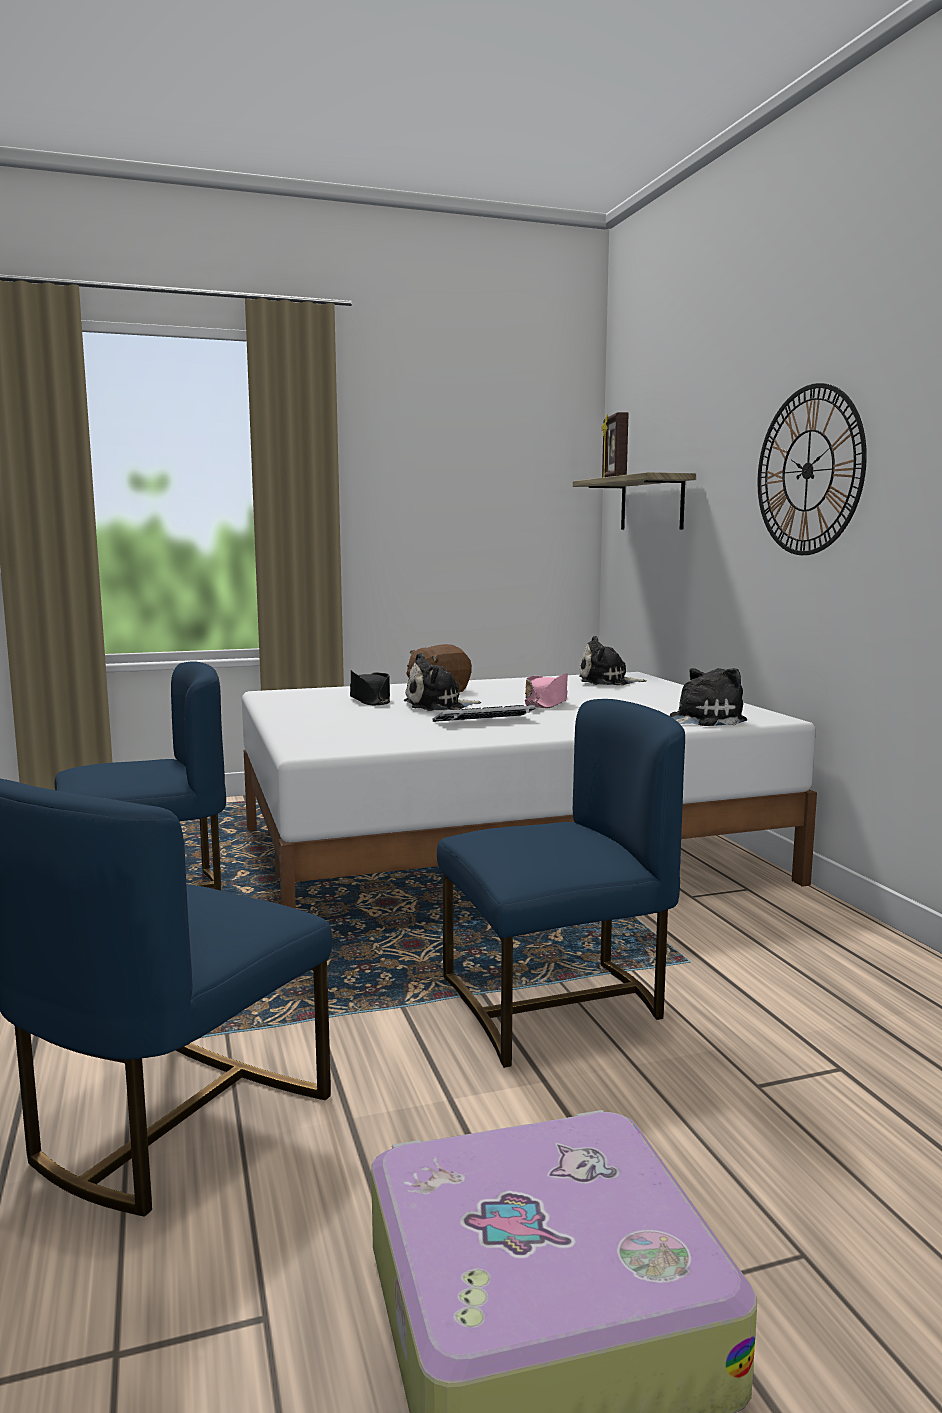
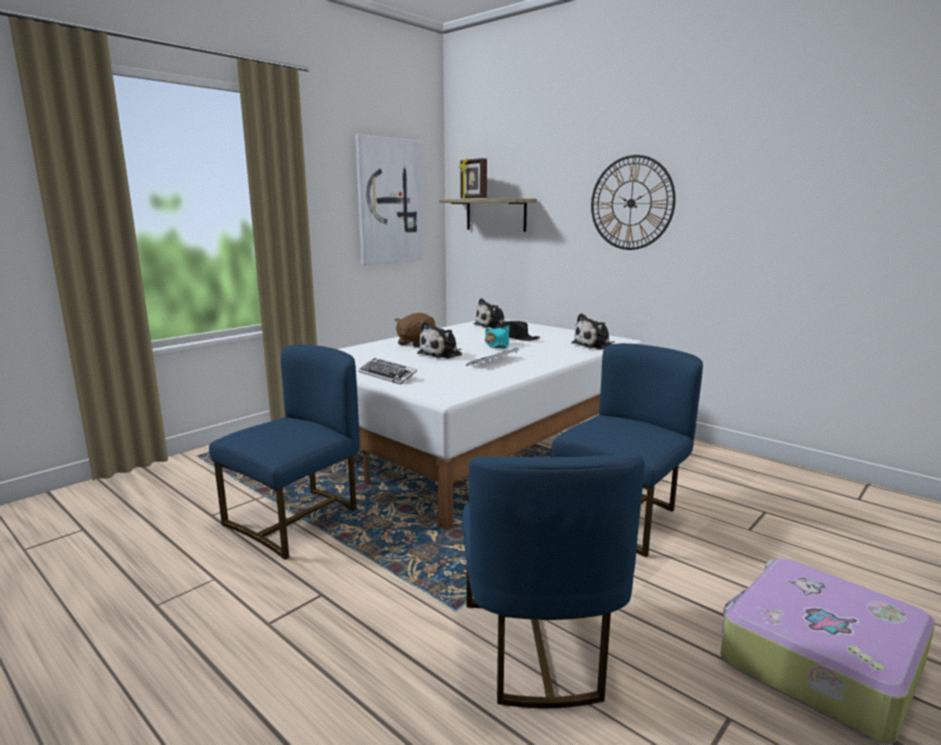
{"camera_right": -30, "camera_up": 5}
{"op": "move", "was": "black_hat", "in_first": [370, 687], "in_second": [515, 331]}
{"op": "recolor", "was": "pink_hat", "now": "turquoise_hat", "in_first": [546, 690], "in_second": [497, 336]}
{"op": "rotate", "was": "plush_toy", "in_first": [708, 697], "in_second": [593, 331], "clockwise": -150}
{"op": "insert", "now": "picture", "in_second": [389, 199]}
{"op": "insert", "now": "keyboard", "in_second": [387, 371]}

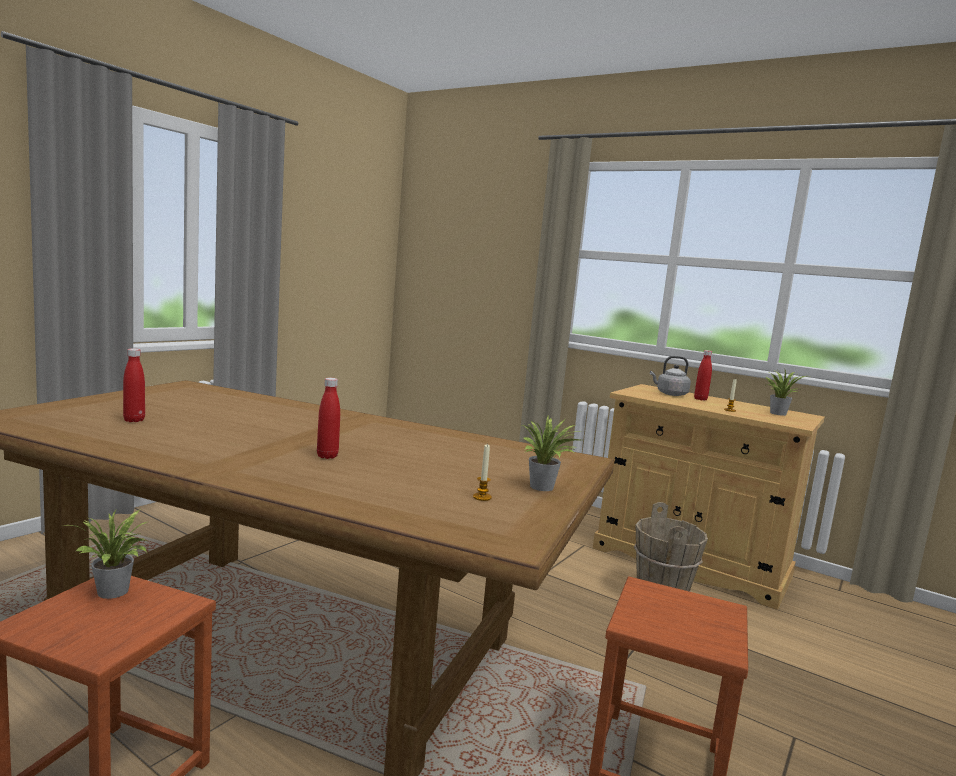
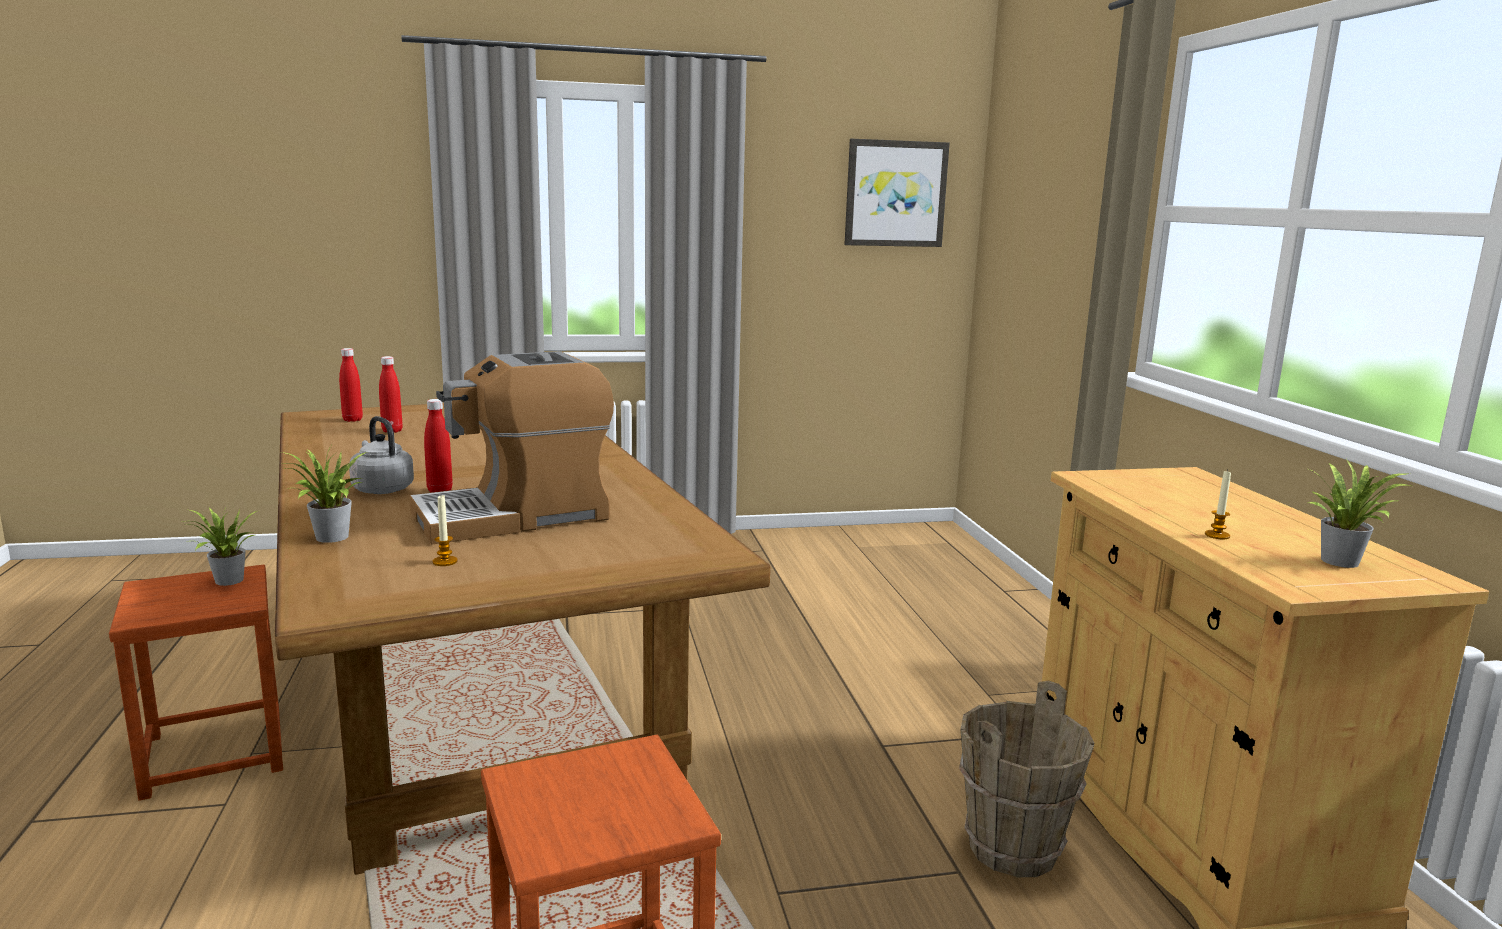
{"camera_right": 45, "camera_up": 5}
{"op": "move", "was": "potted_plant", "in_first": [552, 452], "in_second": [323, 494]}
{"op": "move", "was": "grey_kettle", "in_first": [670, 376], "in_second": [381, 455]}
{"op": "move", "was": "red_bottle", "in_first": [703, 375], "in_second": [351, 385]}
{"op": "insert", "now": "coffee_machine", "in_second": [512, 447]}
{"op": "insert", "now": "picture", "in_second": [897, 193]}

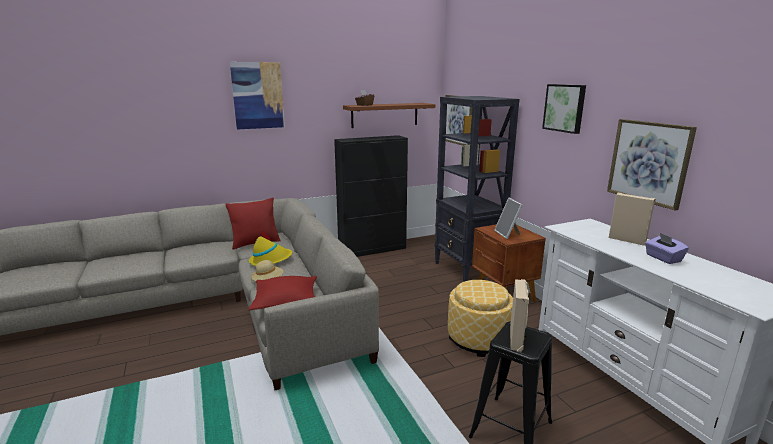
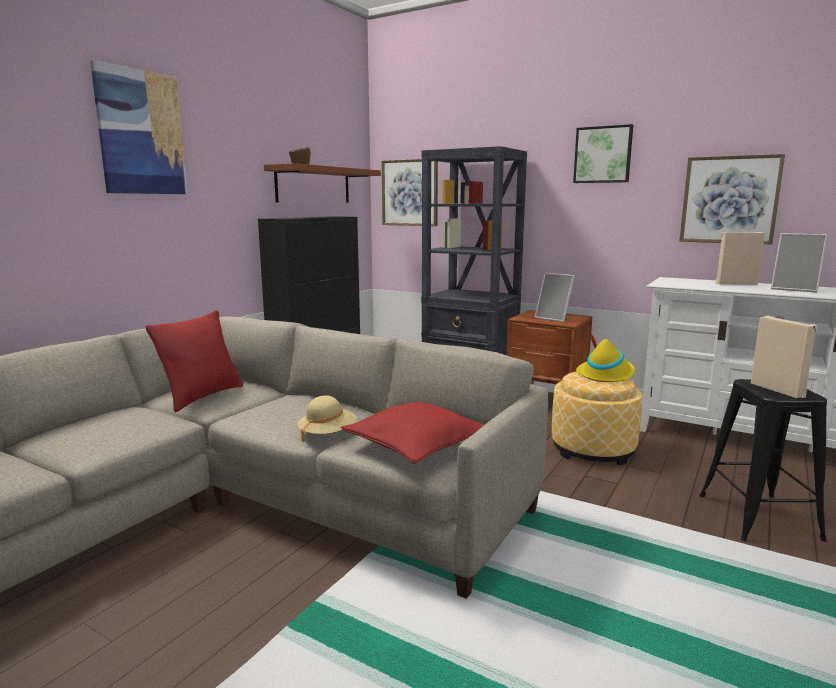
{"camera_right": -35, "camera_up": -5}
{"op": "move", "was": "yellow_hat", "in_first": [270, 248], "in_second": [605, 357]}
{"op": "replace", "was": "purple_tissue_box", "now": "picture_frame", "in_first": [667, 248], "in_second": [799, 263]}

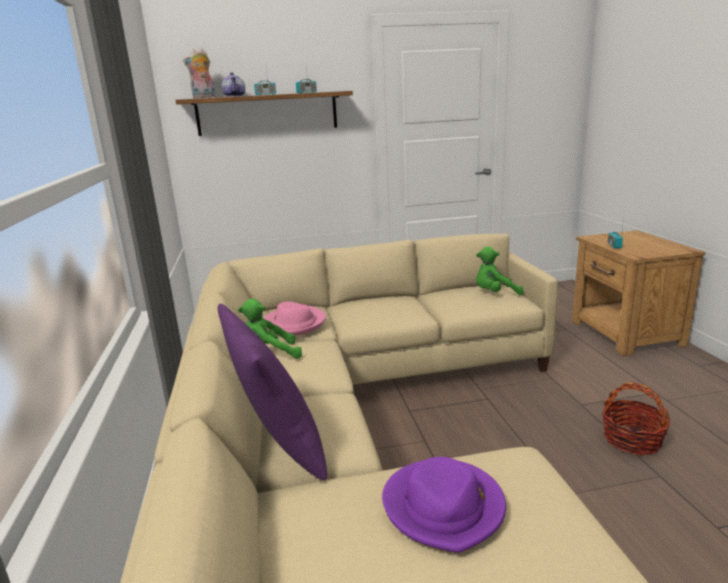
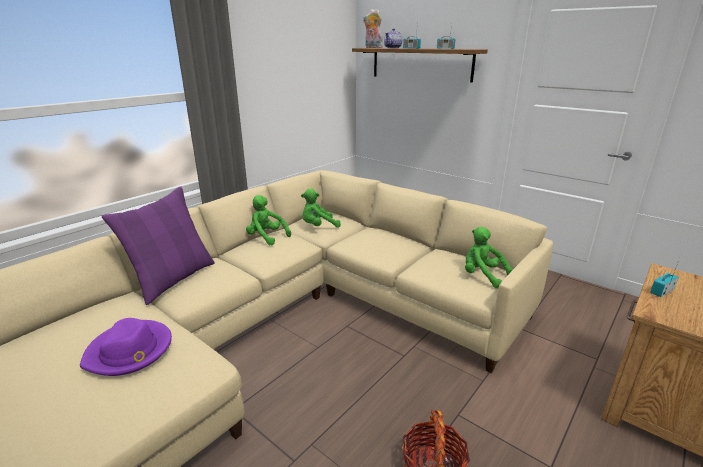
{"camera_right": 50, "camera_up": 5}
{"op": "replace", "was": "pink_hat", "now": "green_plush_toy", "in_first": [295, 318], "in_second": [321, 208]}

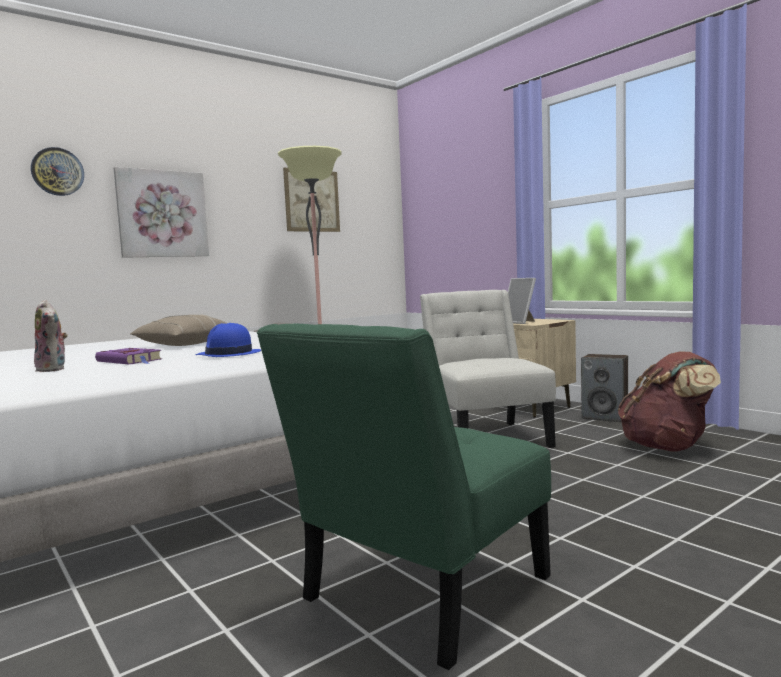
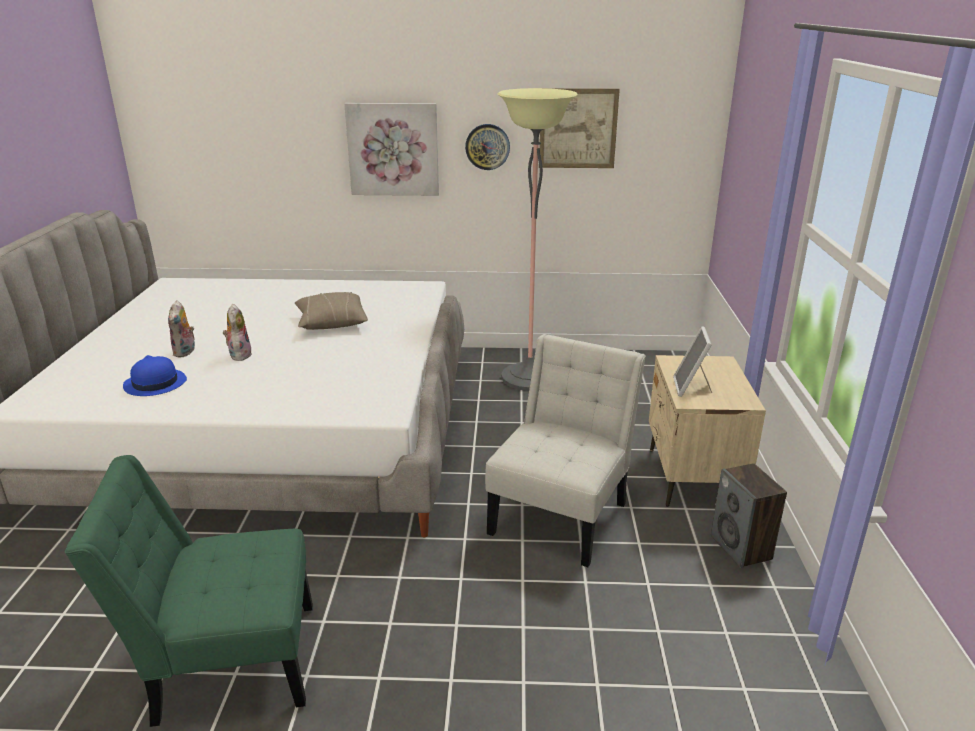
{"camera_right": 40, "camera_up": 20}
{"op": "move", "was": "wall_clock", "in_first": [57, 171], "in_second": [487, 147]}
{"op": "replace", "was": "purple_book", "now": "plush_toy", "in_first": [128, 356], "in_second": [237, 332]}
{"op": "move", "was": "blue_hat", "in_first": [228, 340], "in_second": [155, 375]}
{"op": "delete", "was": "brown_backpack", "in_first": [669, 401]}

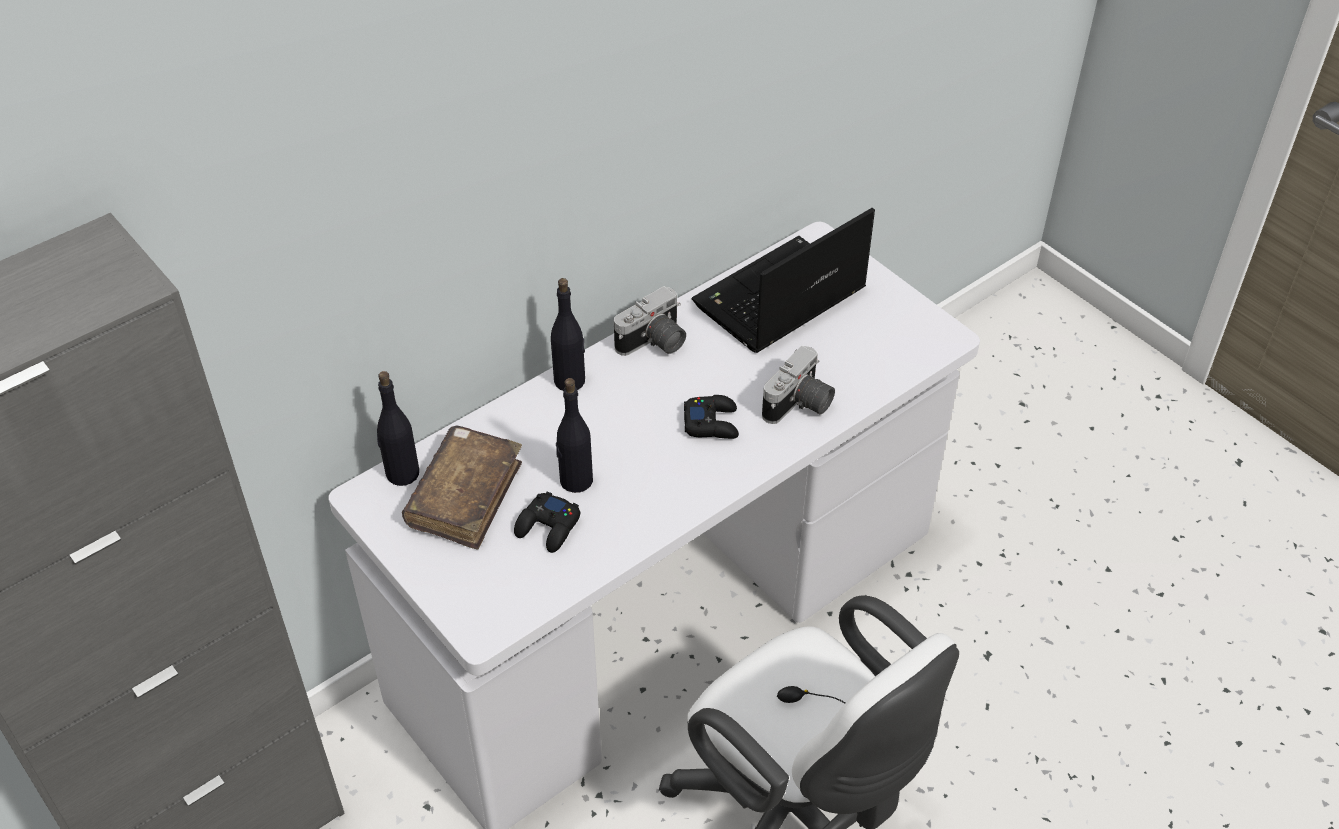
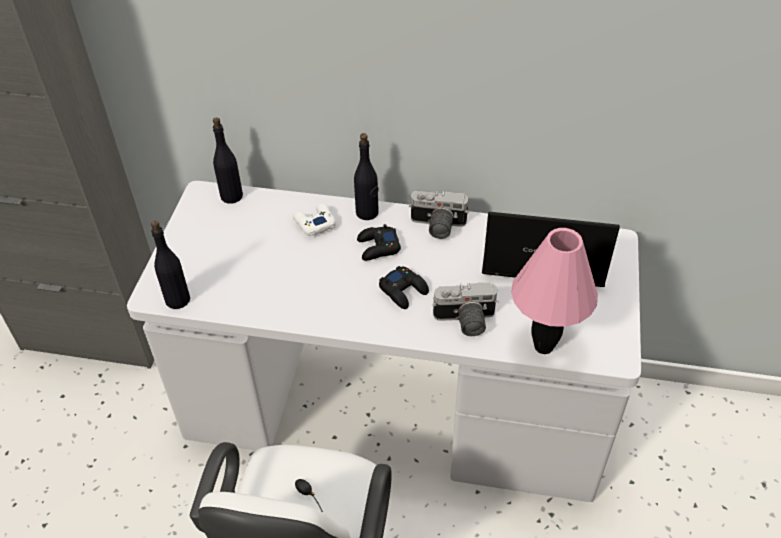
{"camera_right": 50, "camera_up": 0}
{"op": "delete", "was": "brown_book", "in_first": [462, 487]}
{"op": "move", "was": "black_game_controller", "in_first": [547, 522], "in_second": [379, 242]}
{"op": "move", "was": "black_bottle", "in_first": [574, 435], "in_second": [170, 265]}
{"op": "insert", "now": "white_game_controller", "in_second": [314, 219]}
{"op": "insert", "now": "pink_table_lamp", "in_second": [554, 291]}

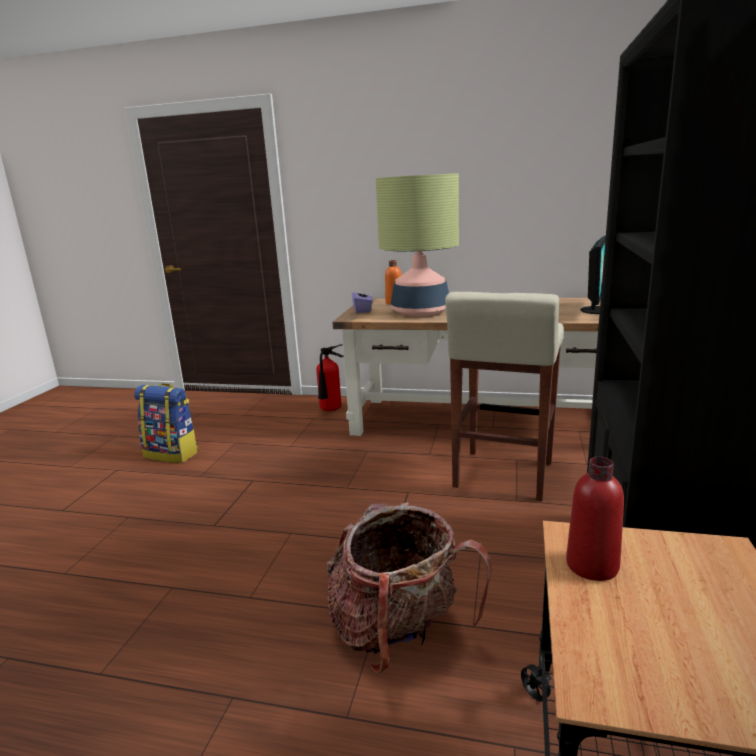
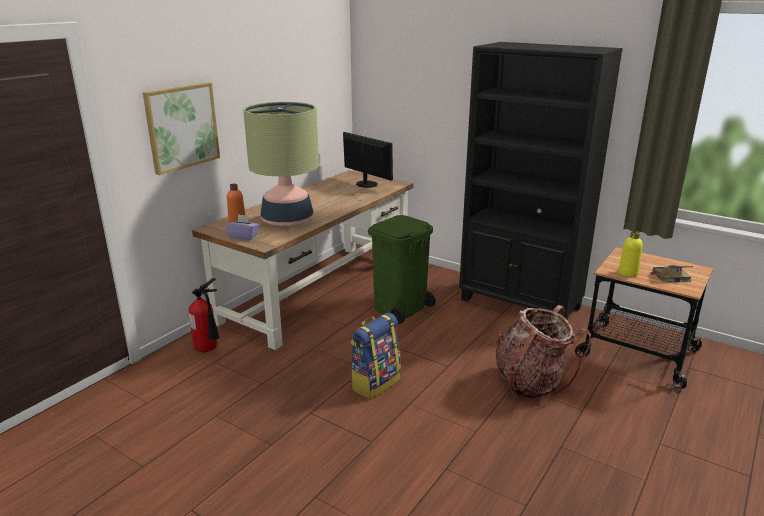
{"camera_right": -70, "camera_up": 5}
{"op": "move", "was": "backpack", "in_first": [166, 423], "in_second": [375, 356]}
{"op": "replace", "was": "beige_stool", "now": "green_trash_can", "in_first": [504, 396], "in_second": [402, 269]}
{"op": "recolor", "was": "red_bottle", "now": "yellow_bottle", "in_first": [595, 519], "in_second": [630, 254]}
{"op": "insert", "now": "picture", "in_second": [181, 129]}
{"op": "insert", "now": "book", "in_second": [672, 274]}

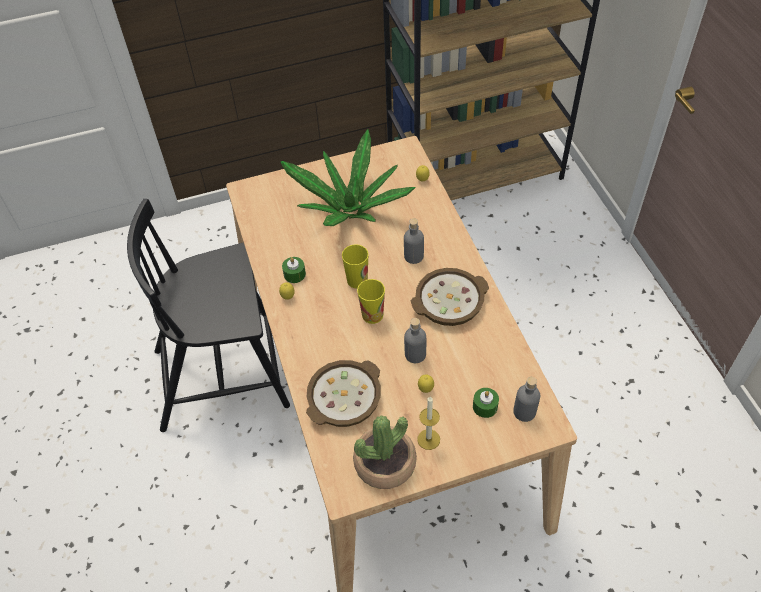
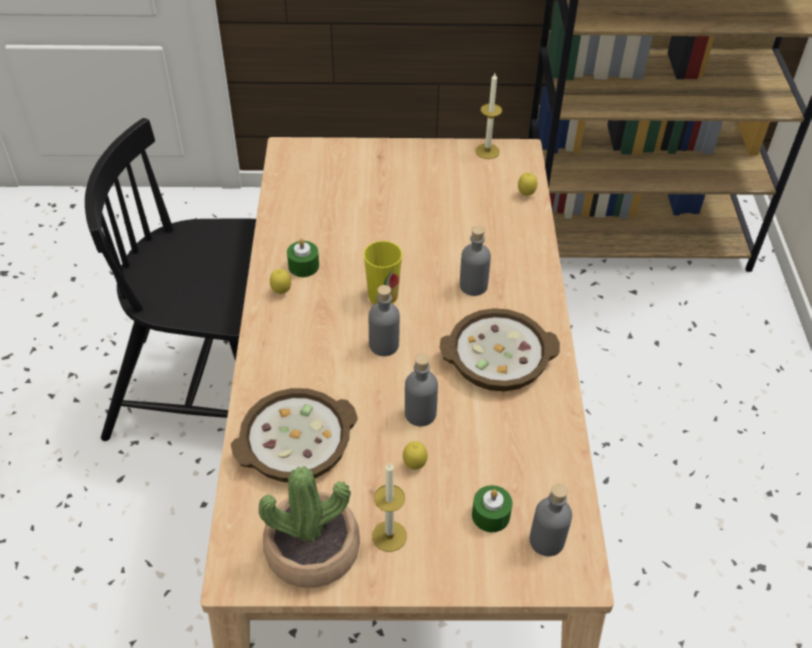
{"camera_right": 15, "camera_up": -5}
{"op": "delete", "was": "potted_plant", "in_first": [348, 177]}
{"op": "replace", "was": "cup", "now": "grey_bottle", "in_first": [371, 301], "in_second": [384, 320]}
{"op": "insert", "now": "candle", "in_second": [488, 116]}

